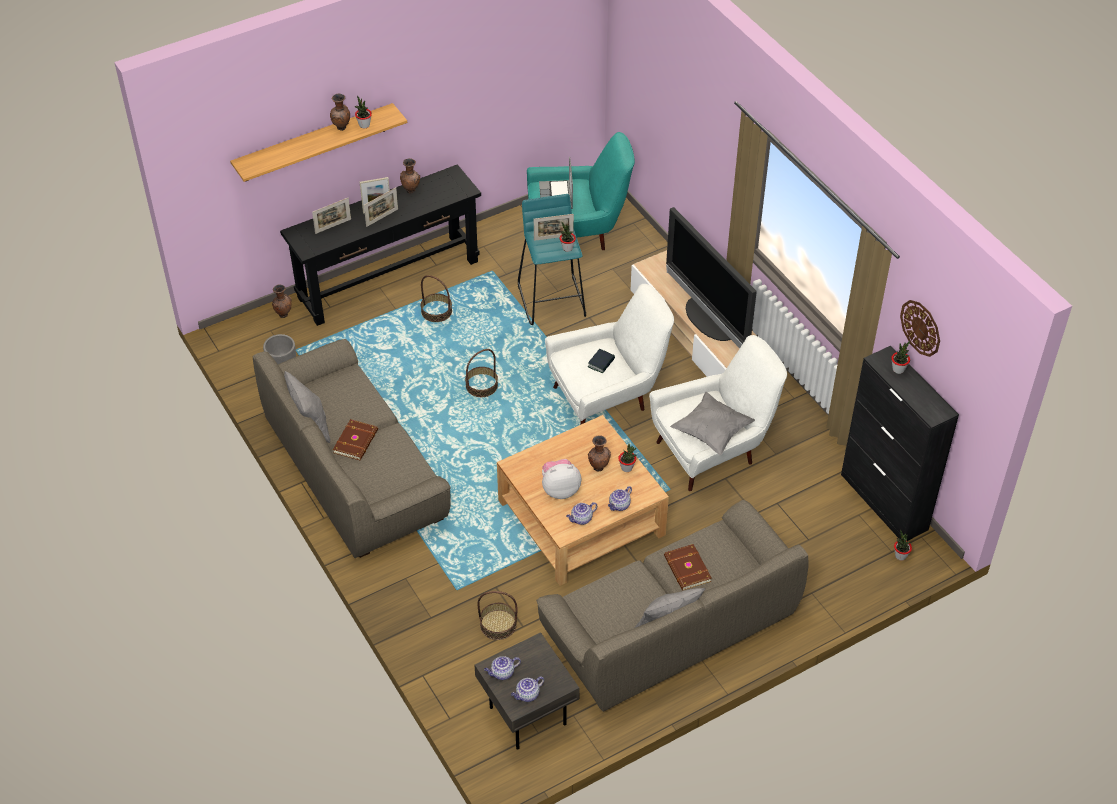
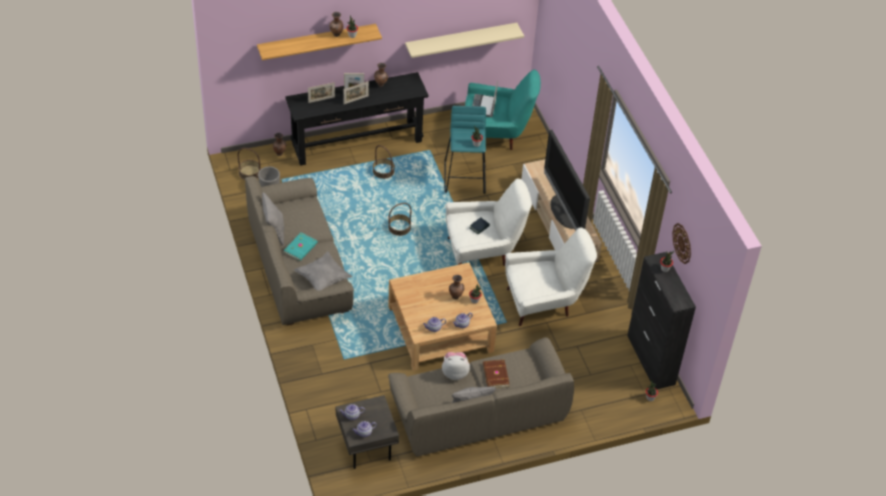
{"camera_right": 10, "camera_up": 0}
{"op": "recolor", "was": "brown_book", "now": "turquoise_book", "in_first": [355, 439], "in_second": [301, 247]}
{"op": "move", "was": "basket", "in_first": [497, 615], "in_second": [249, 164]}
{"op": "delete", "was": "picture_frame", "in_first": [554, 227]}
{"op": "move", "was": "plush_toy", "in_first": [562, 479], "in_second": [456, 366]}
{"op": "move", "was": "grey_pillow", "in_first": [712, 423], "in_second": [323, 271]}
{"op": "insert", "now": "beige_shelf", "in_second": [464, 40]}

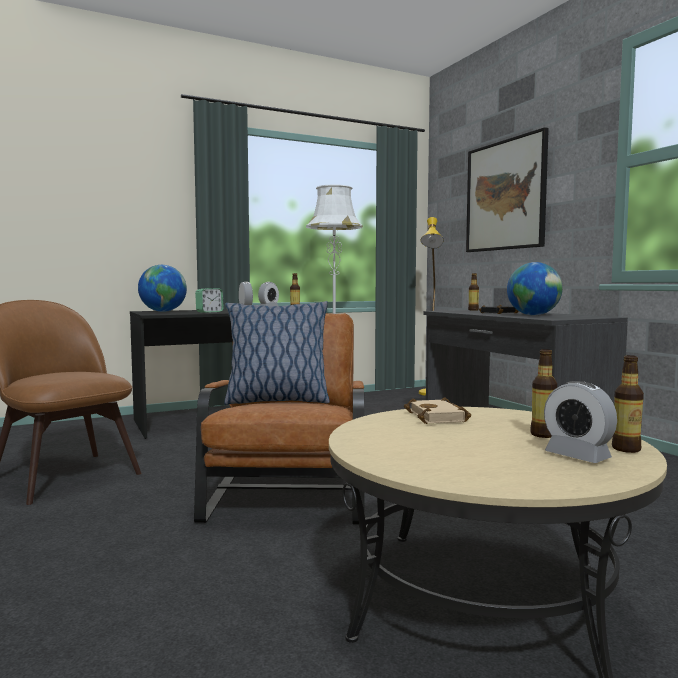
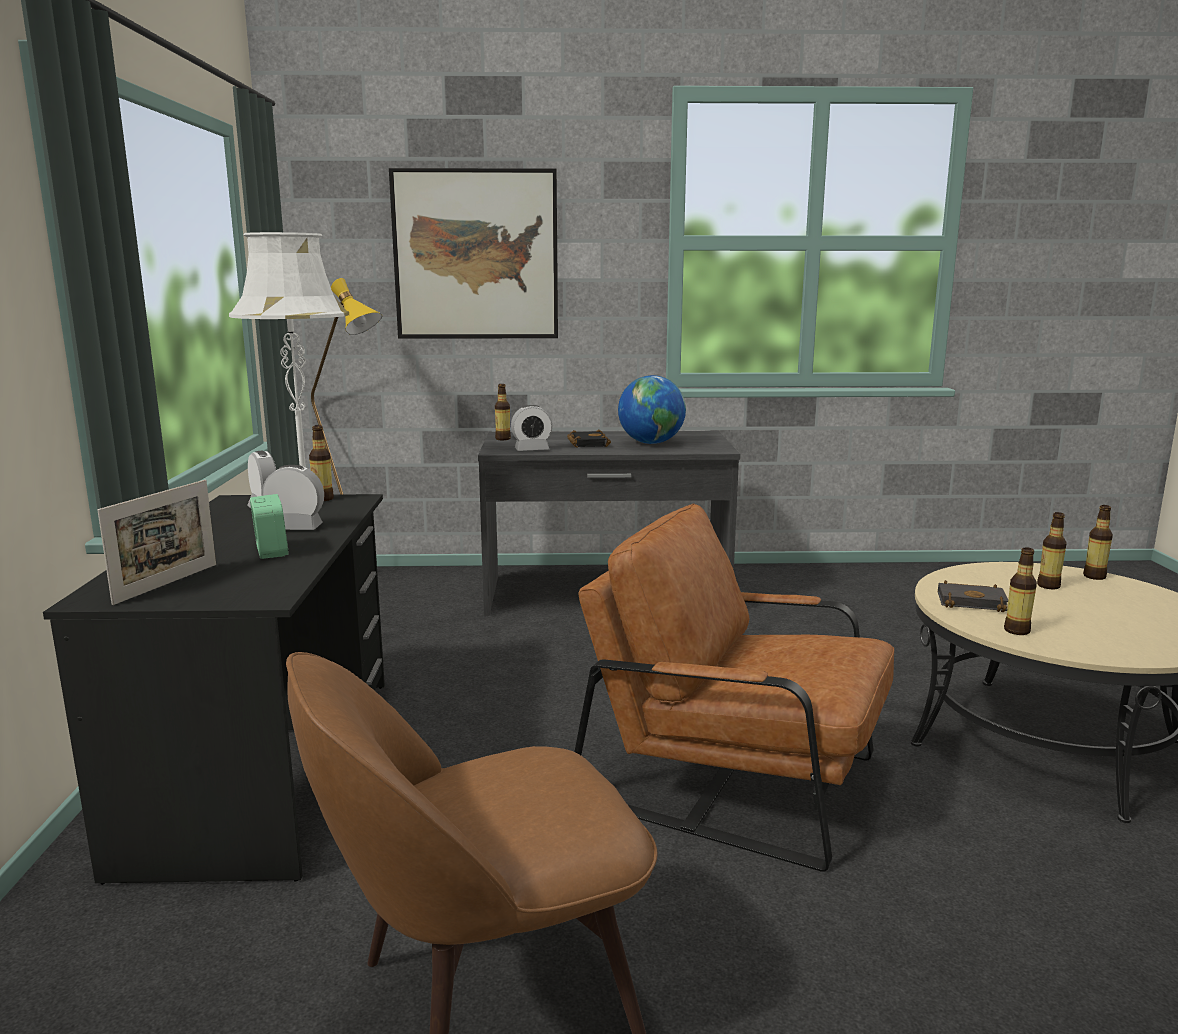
{"camera_right": -65, "camera_up": 10}
{"op": "replace", "was": "globe", "now": "picture_frame", "in_first": [162, 288], "in_second": [156, 542]}
{"op": "delete", "was": "pillow", "in_first": [277, 353]}
{"op": "recolor", "was": "beige_book", "now": "black_book", "in_first": [437, 410], "in_second": [973, 596]}
{"op": "move", "was": "alarm_clock", "in_first": [580, 422], "in_second": [531, 428]}
{"op": "insert", "now": "bottle", "in_second": [1020, 591]}

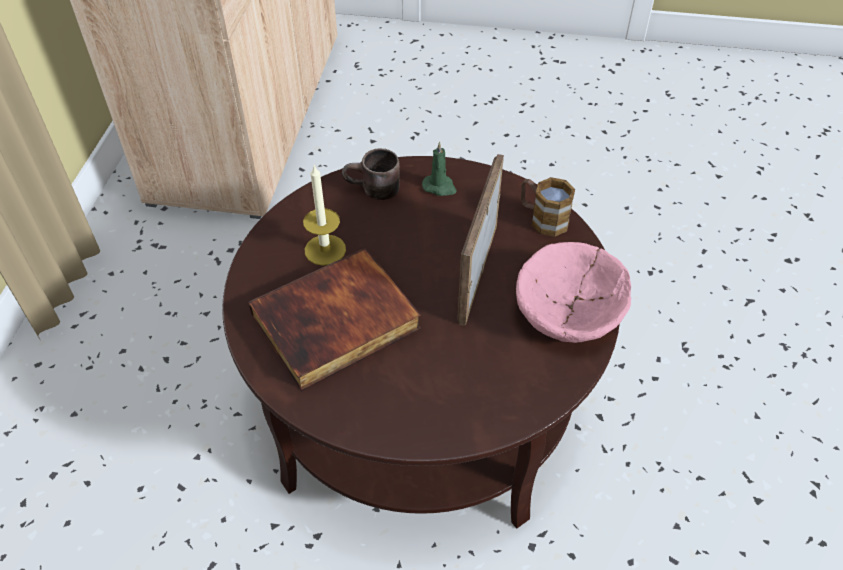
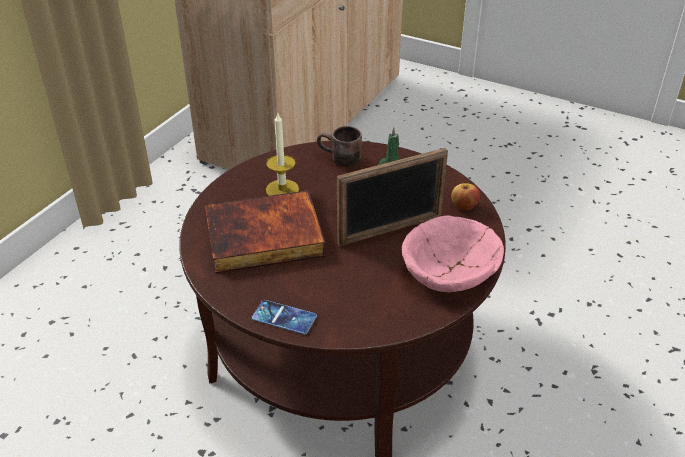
{"camera_right": 20, "camera_up": -10}
{"op": "rotate", "was": "picture_frame", "in_first": [480, 240], "in_second": [392, 197], "clockwise": -150}
{"op": "replace", "was": "mug", "now": "apple", "in_first": [548, 207], "in_second": [465, 196]}
{"op": "insert", "now": "phone", "in_second": [284, 317]}

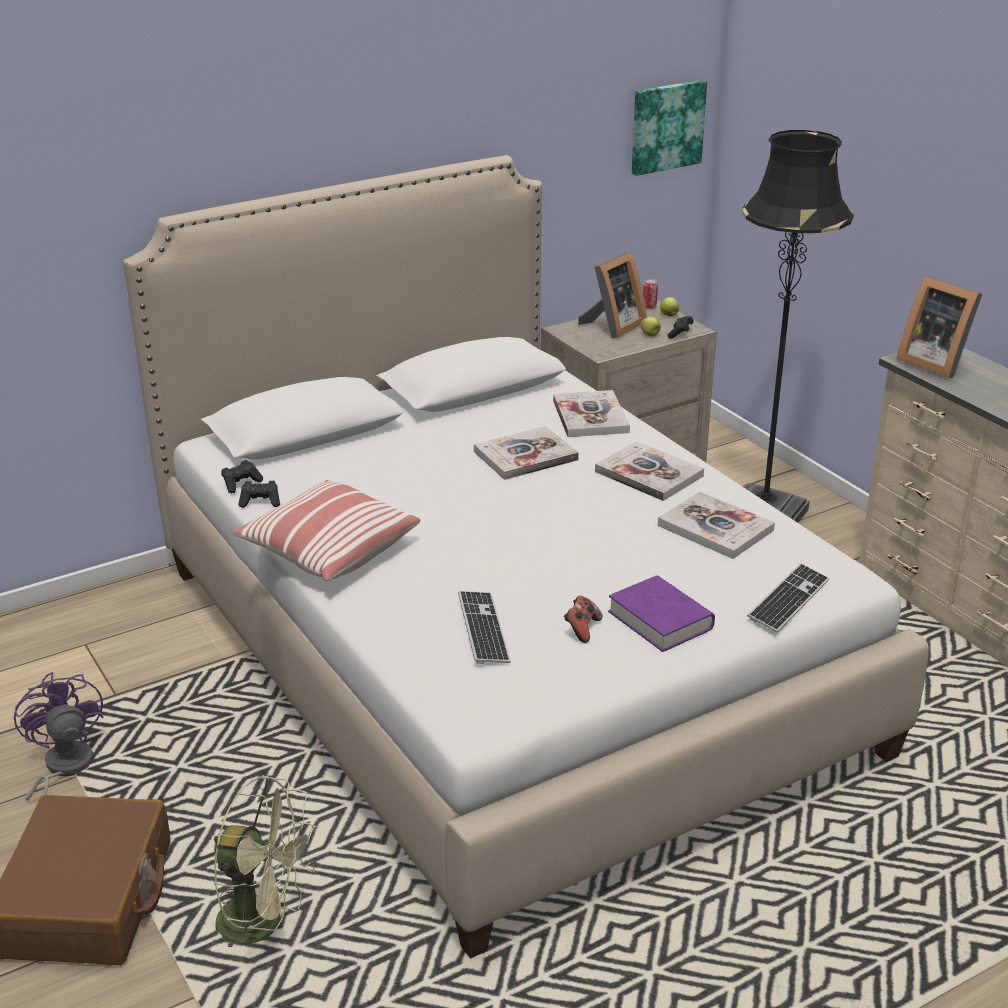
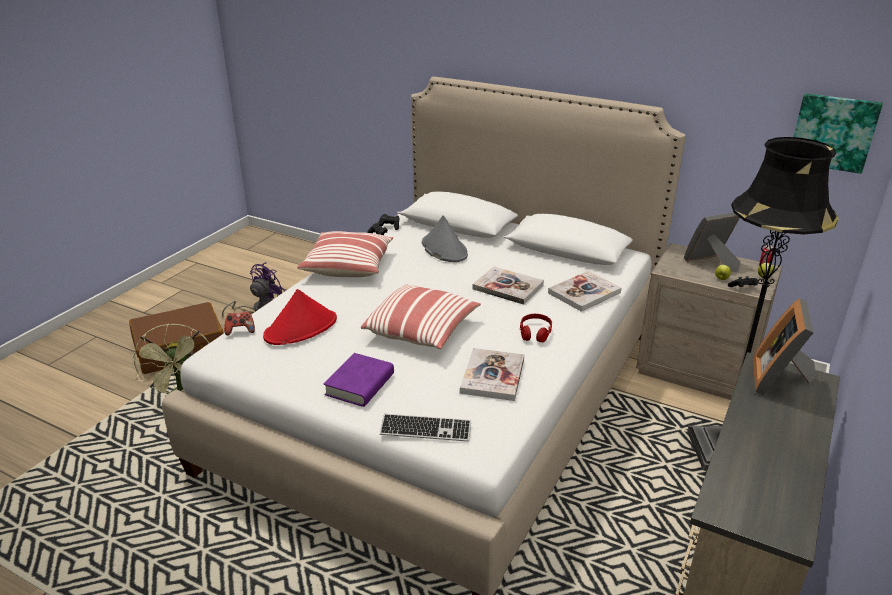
{"camera_right": 60, "camera_up": 0}
{"op": "replace", "was": "keyboard", "now": "red_hat", "in_first": [484, 627], "in_second": [300, 317]}
{"op": "move", "was": "game_controller", "in_first": [583, 619], "in_second": [239, 323]}
{"op": "rotate", "was": "picture_frame", "in_first": [612, 295], "in_second": [712, 242], "clockwise": 150}
{"op": "replace", "was": "book", "now": "red_headphones", "in_first": [649, 471], "in_second": [536, 328]}
{"op": "insert", "now": "pillow", "in_second": [421, 317]}
{"op": "insert", "now": "grey_hat", "in_second": [445, 238]}

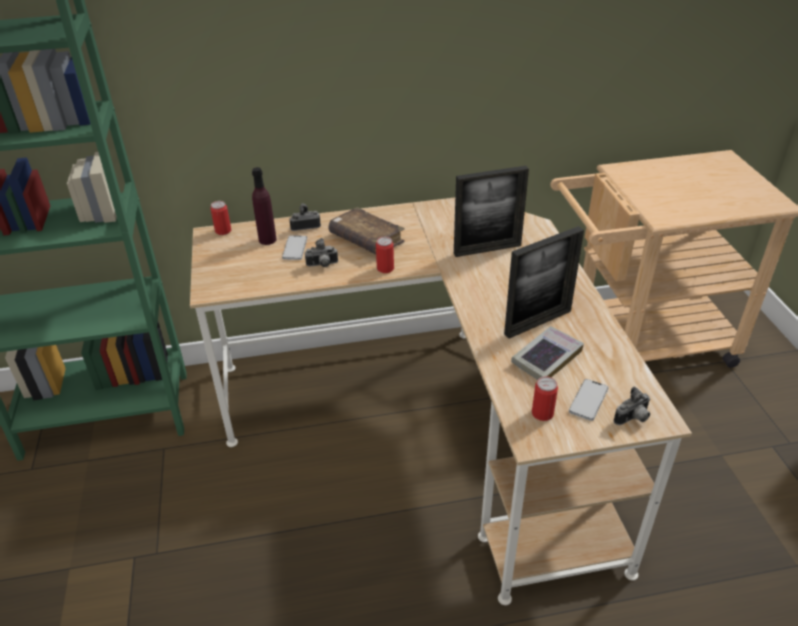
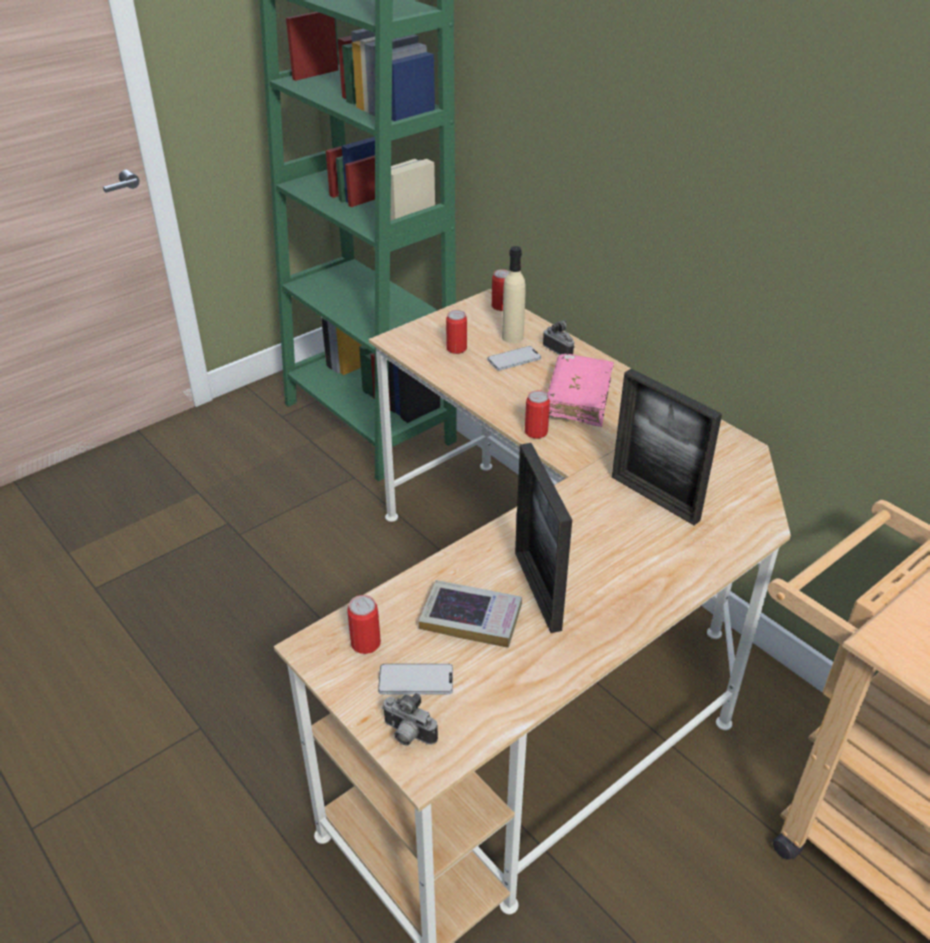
{"camera_right": 60, "camera_up": 0}
{"op": "recolor", "was": "purple_bottle", "now": "beige_bottle", "in_first": [264, 206], "in_second": [514, 294]}
{"op": "delete", "was": "photo_camera", "in_first": [321, 252]}
{"op": "recolor", "was": "brown_book", "now": "pink_book", "in_first": [367, 231], "in_second": [580, 390]}
{"op": "rotate", "was": "picture_frame", "in_first": [544, 282], "in_second": [543, 538], "clockwise": 45}
{"op": "insert", "now": "can", "in_second": [456, 332]}

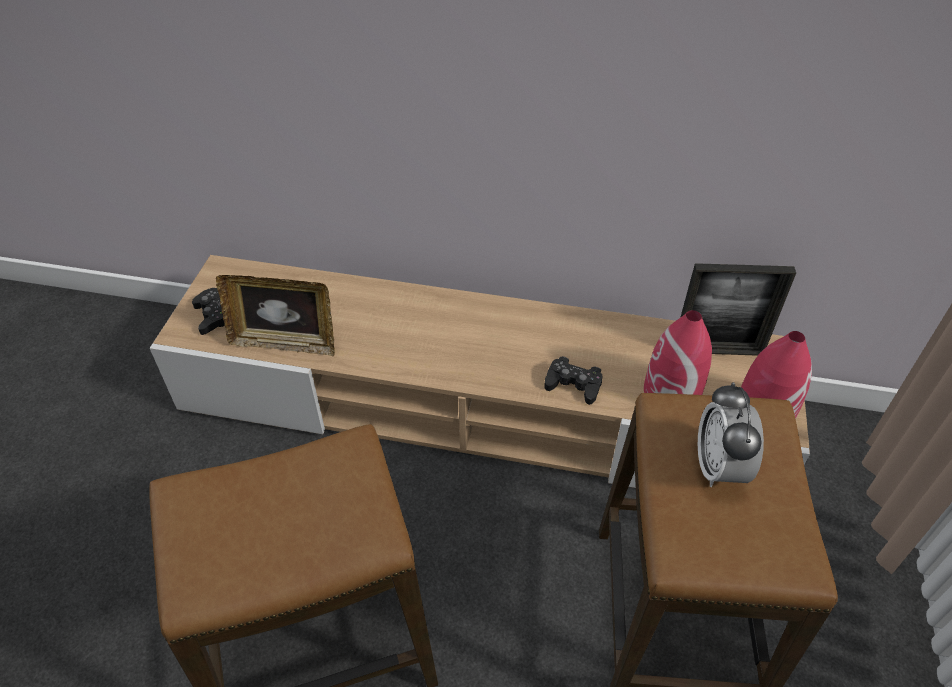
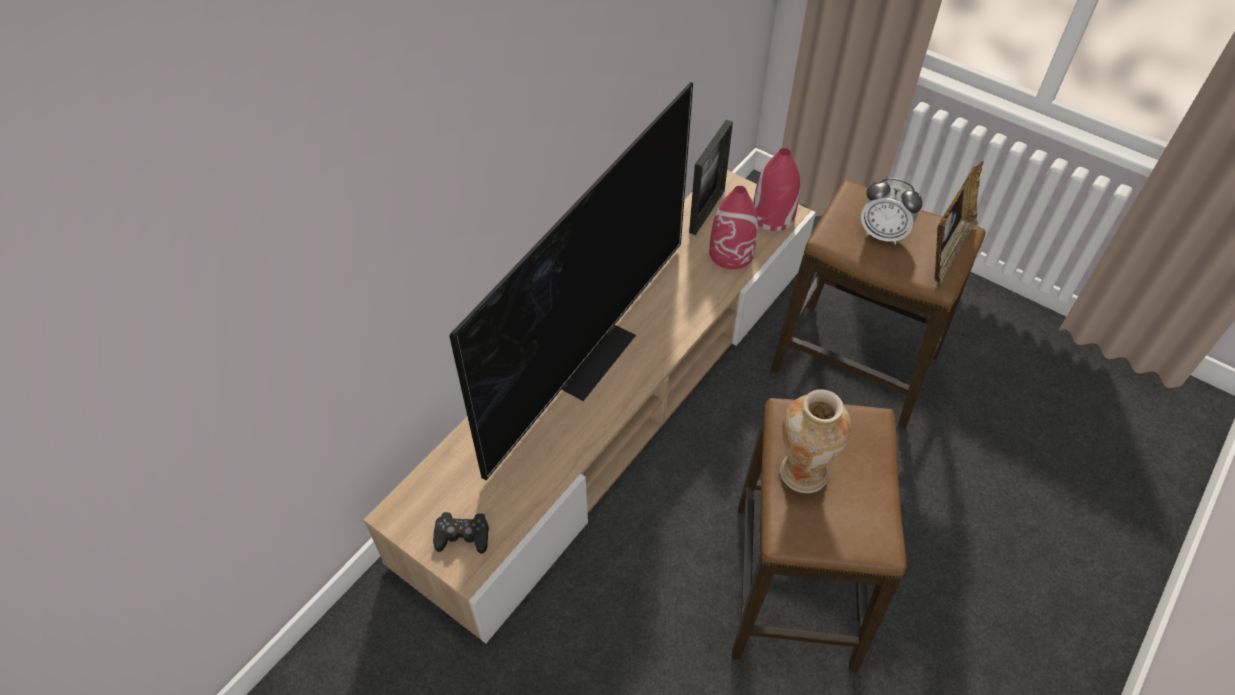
{"camera_right": -65, "camera_up": 5}
{"op": "move", "was": "picture_frame", "in_first": [275, 316], "in_second": [959, 224]}
{"op": "delete", "was": "black_game_controller", "in_first": [573, 380]}
{"op": "insert", "now": "television", "in_second": [571, 281]}
{"op": "insert", "now": "vase", "in_second": [816, 441]}

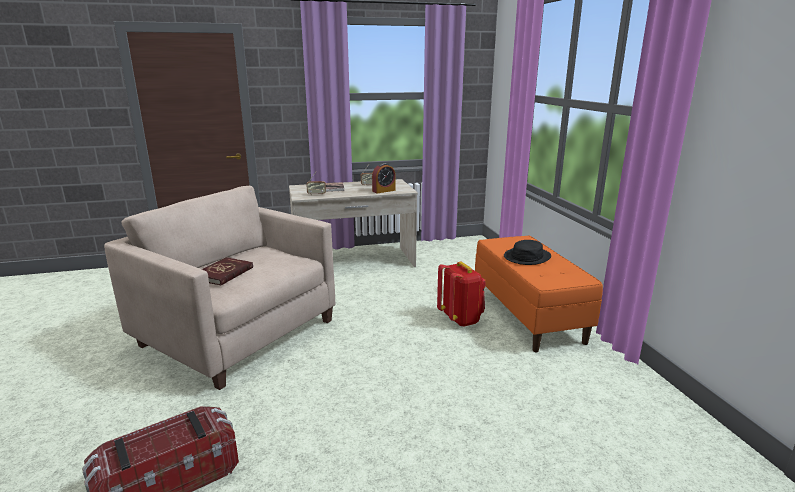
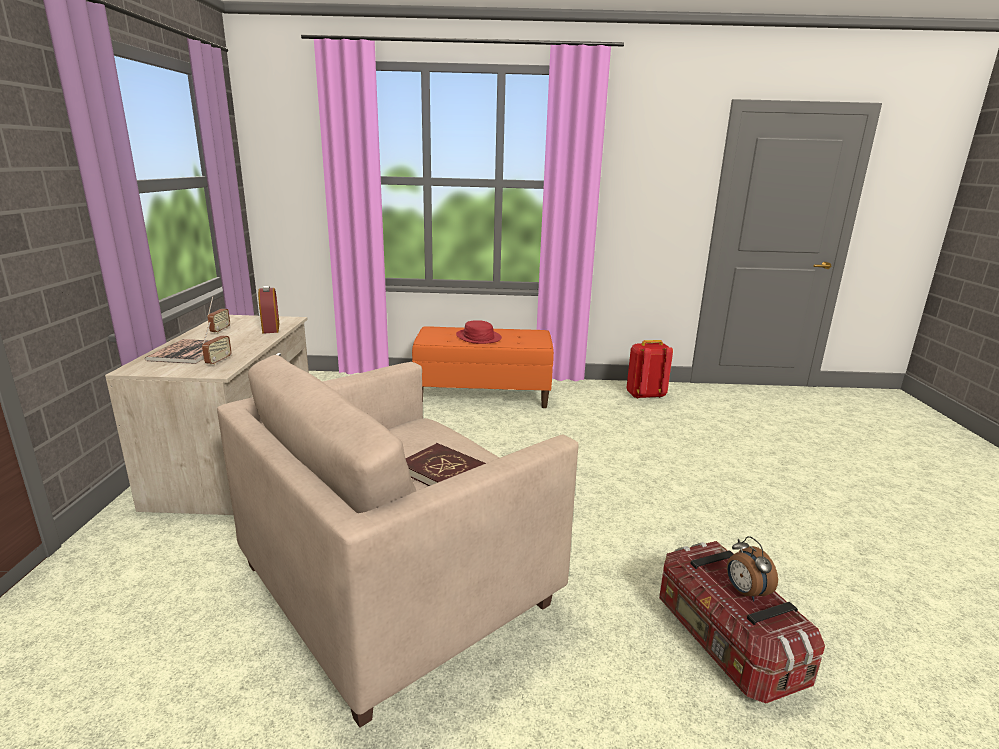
{"camera_right": -75, "camera_up": 0}
{"op": "move", "was": "red_backpack", "in_first": [461, 294], "in_second": [650, 369]}
{"op": "recolor", "was": "black_hat", "now": "red_hat", "in_first": [527, 252], "in_second": [479, 332]}
{"op": "insert", "now": "alarm_clock", "in_second": [752, 568]}

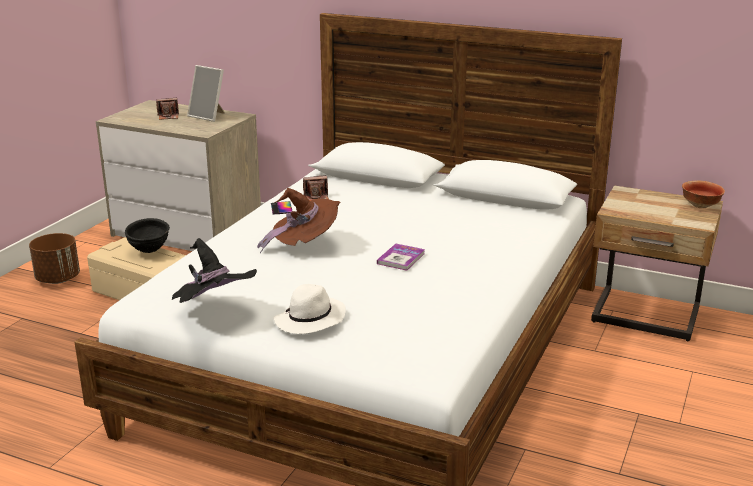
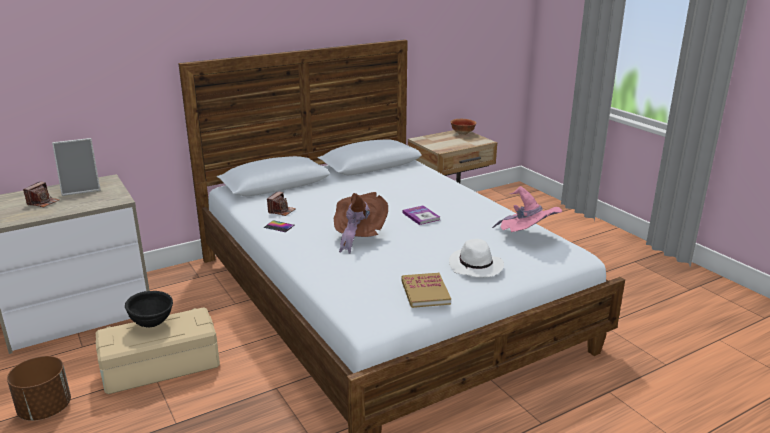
{"camera_right": -55, "camera_up": 0}
{"op": "replace", "was": "black_hat", "now": "book", "in_first": [214, 270], "in_second": [426, 290]}
{"op": "insert", "now": "pink_hat", "in_second": [527, 209]}

